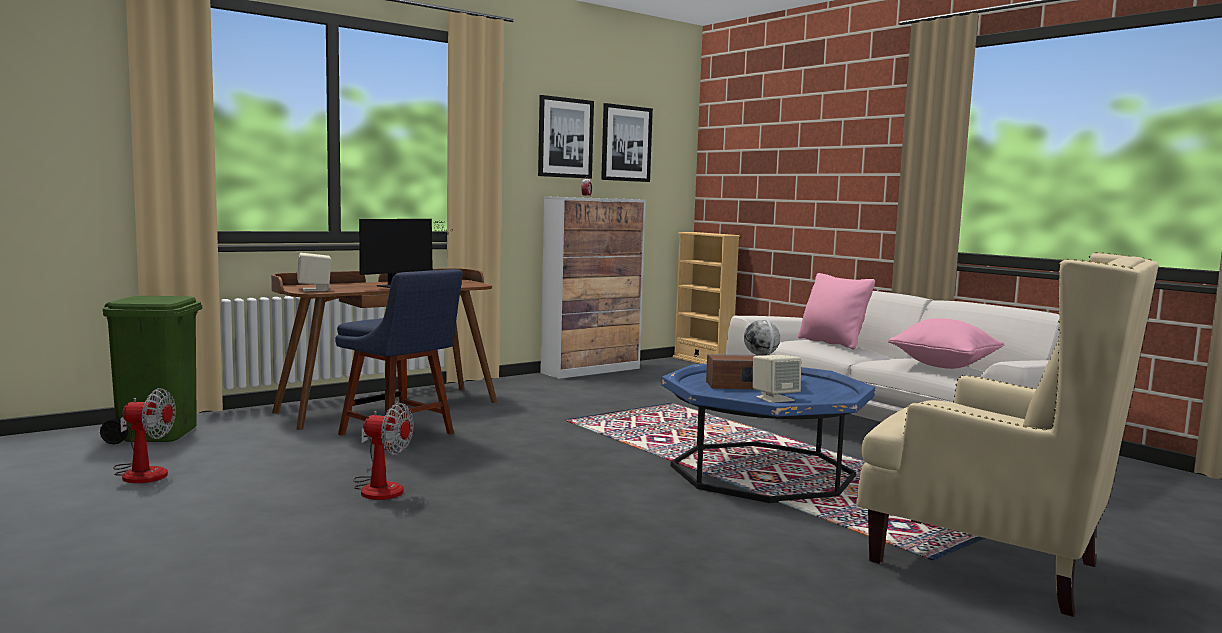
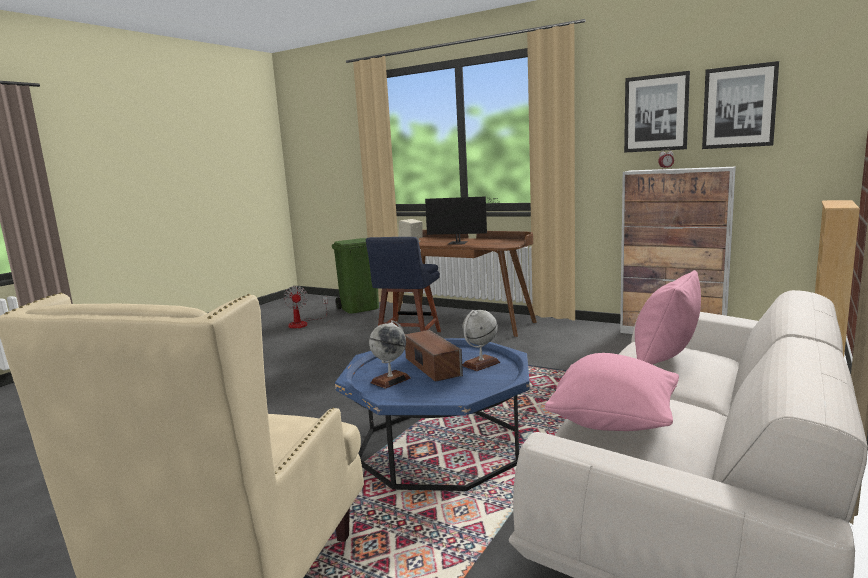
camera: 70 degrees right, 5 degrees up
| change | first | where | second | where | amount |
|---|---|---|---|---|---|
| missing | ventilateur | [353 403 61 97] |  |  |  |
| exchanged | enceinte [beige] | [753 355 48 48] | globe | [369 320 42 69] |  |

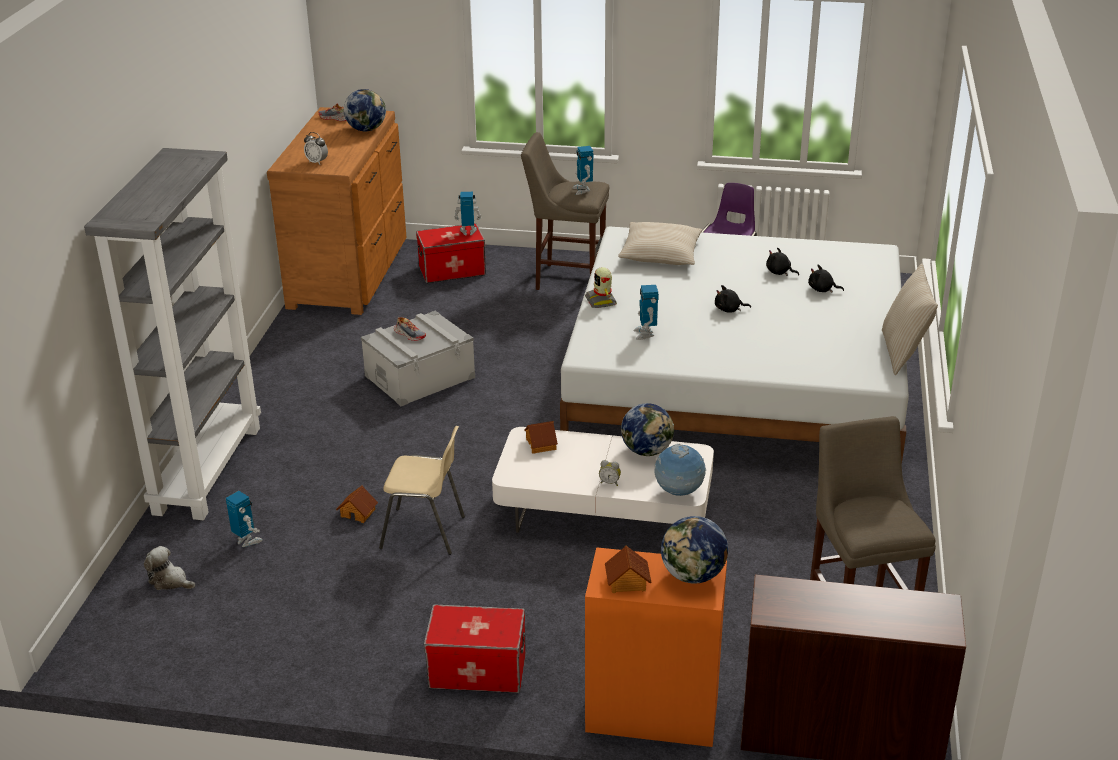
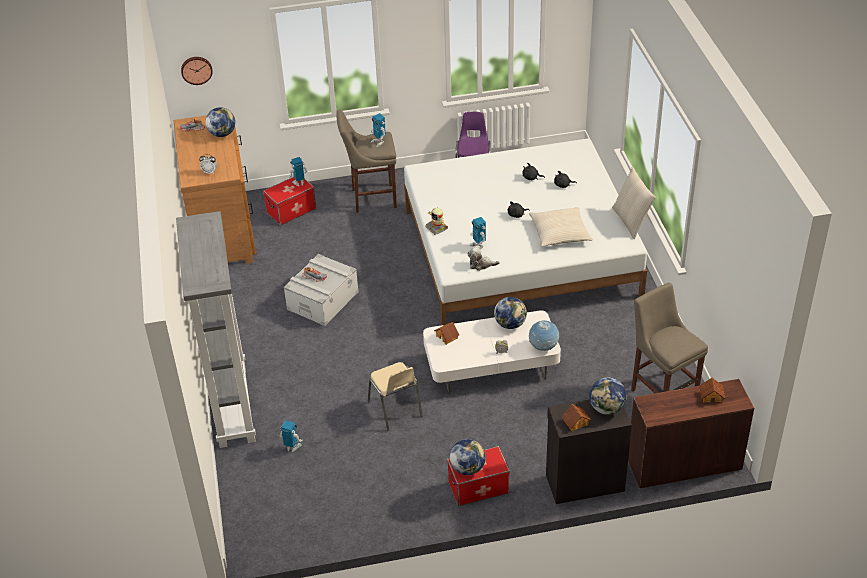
camera: 20 degrees left, 10 degrees up
| change | first | where | second | where | amount |
|---|---|---|---|---|---|
| relocated | peluche | [144 546 51 44] |  | [467 246 33 25] |  |
| relocated | maison miniature | [336 485 42 38] |  | [699 378 26 25] |  |
| spun | chaise [beige] | [379 426 86 129] |  | [368 362 55 68] | 75 degrees clockwise |
| colour | meuble de rangement [orange] | [585 547 142 200] | meuble de rangement [noir] | [546 399 86 105] |  |
| relocated | coussin [beige] | [618 222 84 43] |  | [529 207 64 40] |  |
| appeared |  |  | horloge murale | [181 57 32 28] |  |
| appeared |  |  | globe | [450 439 36 36] |  |

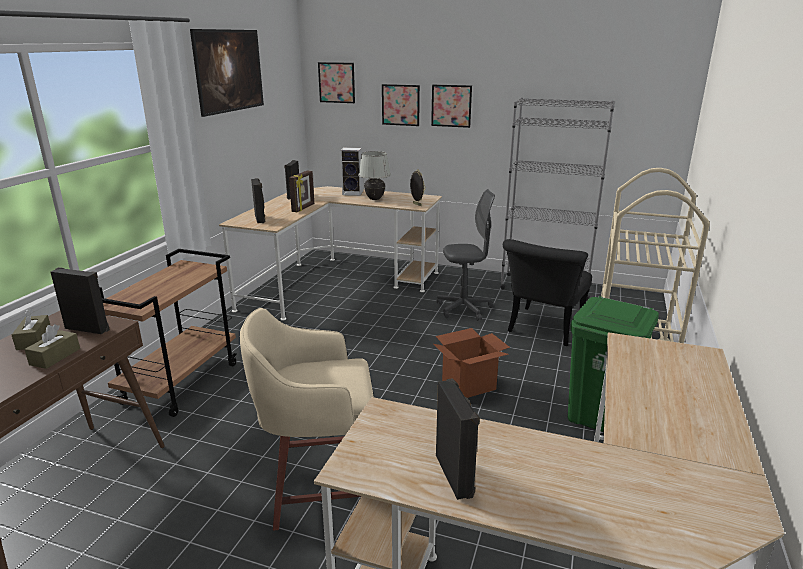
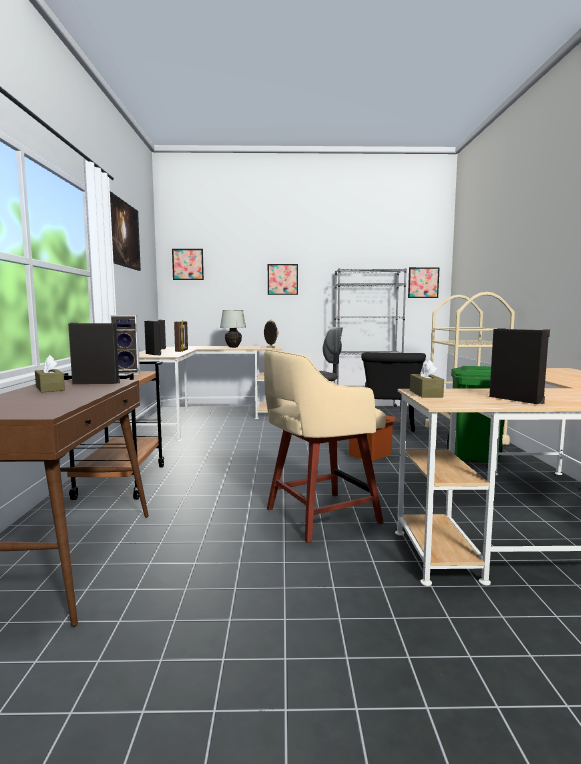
camera: 20 degrees left, 15 degrees down
| change | first | where | second | where | amount |
|---|---|---|---|---|---|
| relocated | boîte à mouchoirs [marron] | [24 324 56 45] |  | [410 360 34 38] |  |
| relocated | enceinte | [341 147 22 49] |  | [110 315 30 60] |  |
| relocated | tableau | [382 84 38 42] |  | [408 267 32 31] |  |

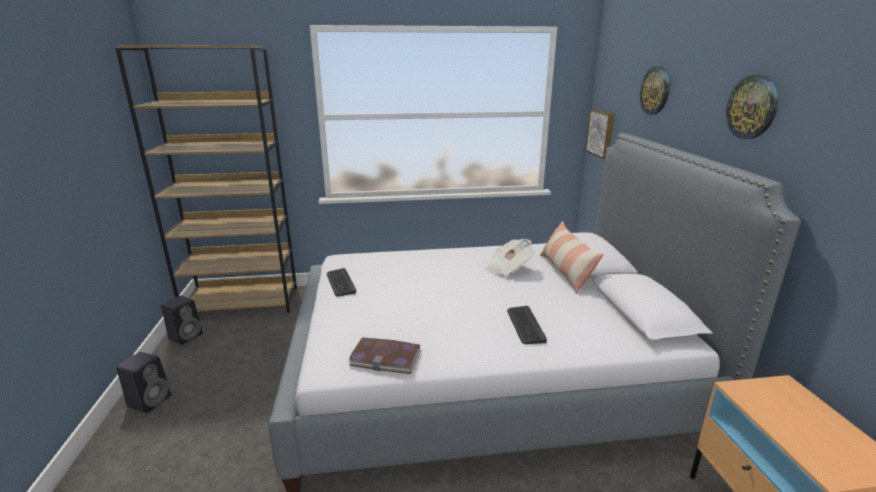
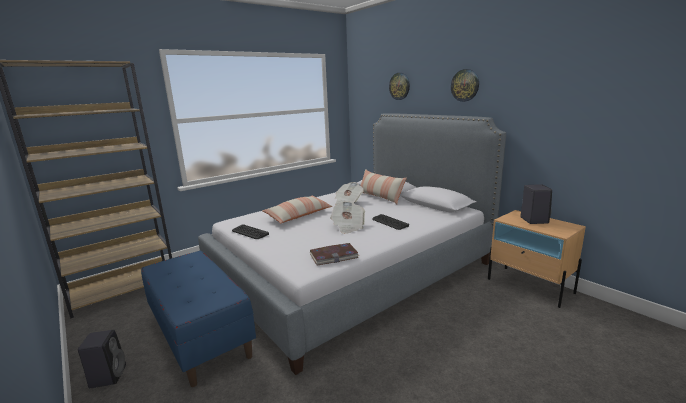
camera: 30 degrees left, 5 degrees down
| change | first | where | second | where | amount |
|---|---|---|---|---|---|
| relocated | enceinte [noir] | [161 295 42 50] |  | [520 184 32 40] |  |
| missing | tableau | [585 109 29 50] |  |  |  |
| appeared |  |  | banc [bleu] | [141 251 115 136] |  |
| appeared |  |  | coussin | [262 196 70 27] |  |
| appeared |  |  | journal | [330 201 35 33] |  |

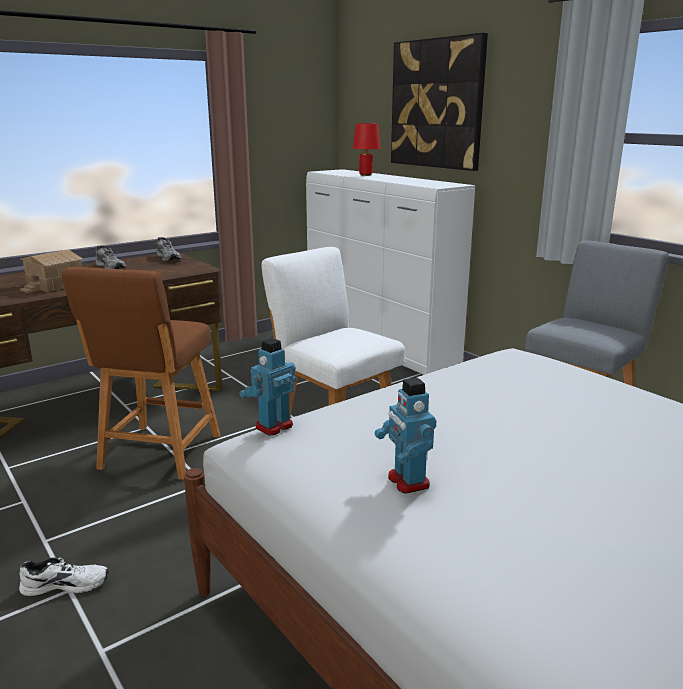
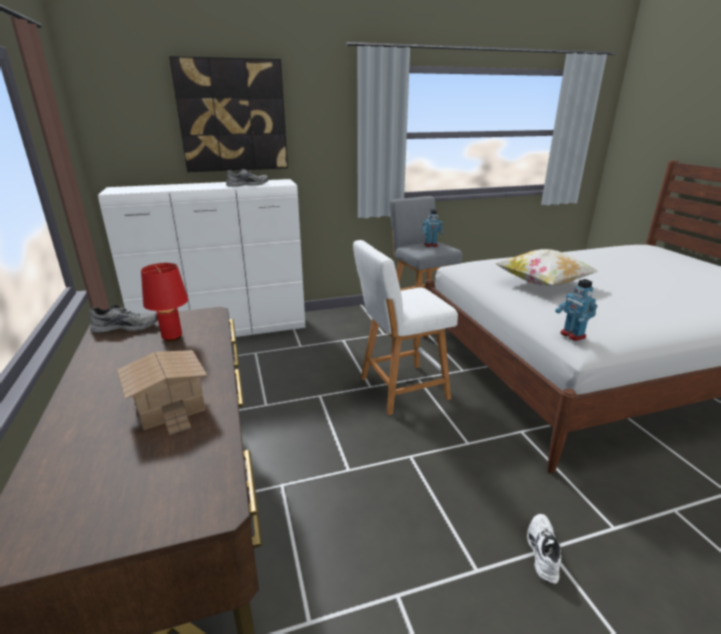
camera: 70 degrees left, 5 degrees up
| change | first | where | second | where | amount |
|---|---|---|---|---|---|
| missing | tabouret [marron] | [62 267 158 213] |  |  |  |
| relocated | chaussure [gris] | [95 245 31 24] |  | [226 169 43 18] |  |
| relocated | lampe de table [rouge] | [353 123 27 53] |  | [141 263 47 78] |  |
| relocated | robot jouet | [375 378 62 115] |  | [422 209 21 38] |  |
| appeared |  |  | coussin | [495 249 104 37] |  |

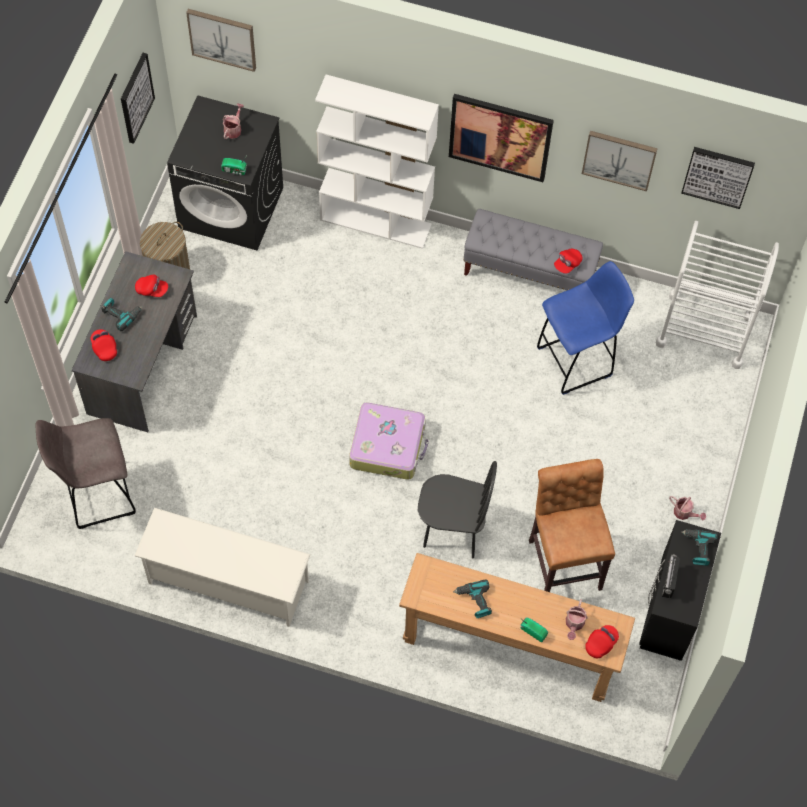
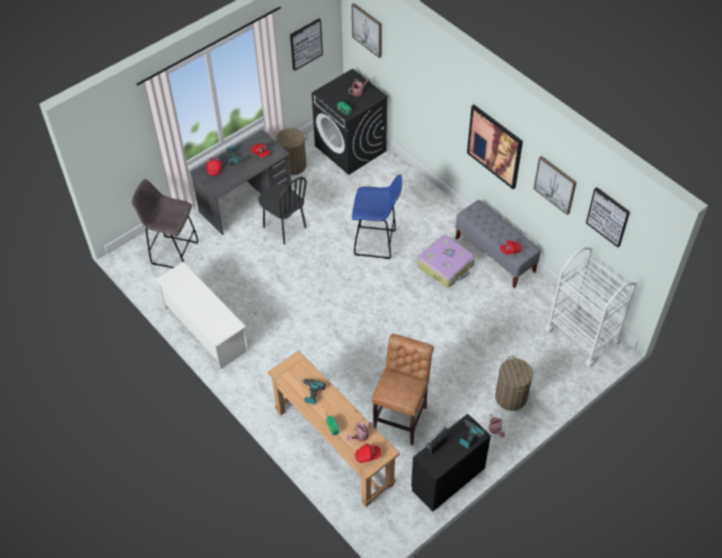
camera: 35 degrees right, 10 degrees down
| change | first | where | second | where | amount |
|---|---|---|---|---|---|
| missing | bibliothèque [blanc] | [315 75 124 174] |  |  |  |
| relocated | valise | [349 402 80 78] |  | [418 235 57 53] |  |
| relocated | chaise [noir] | [418 461 79 97] |  | [258 177 49 68] |  |
| relocated | tabouret [bleu] | [537 261 97 134] |  | [352 174 50 85] |  |
| appeared |  |  | panier à linge | [495 356 38 55] |  |

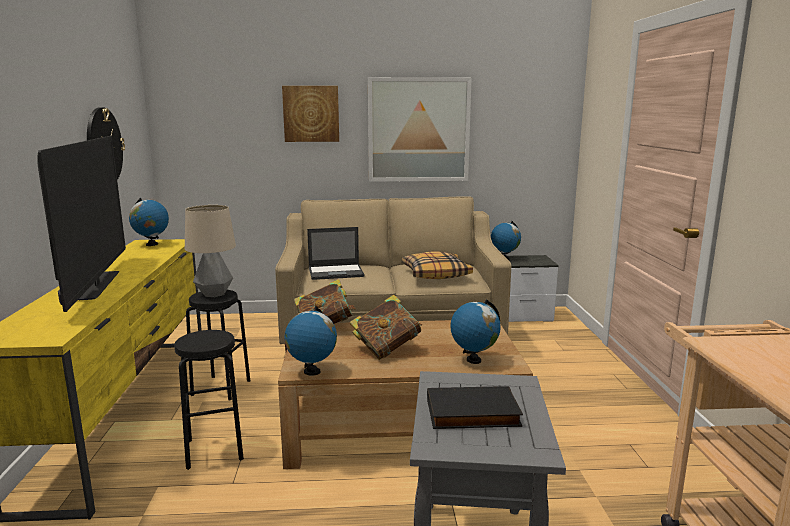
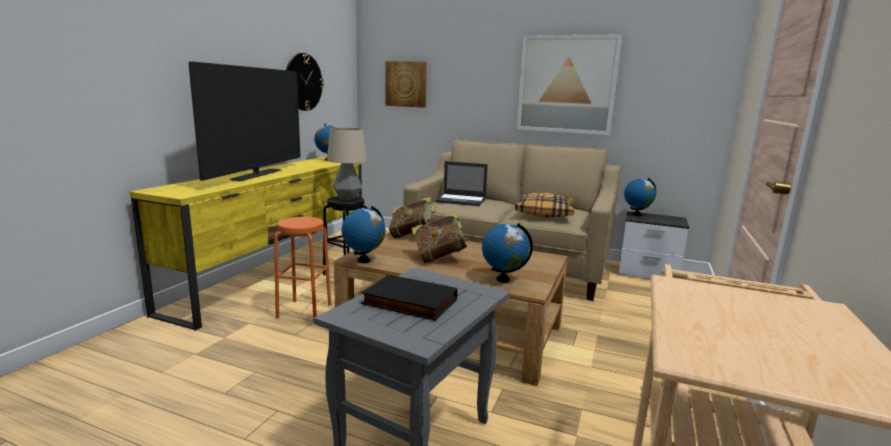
camera: 25 degrees right, 0 degrees up
| change | first | where | second | where | amount |
|---|---|---|---|---|---|
| colour | tabouret [noir] | [174 330 70 140] | tabouret [orange] | [274 217 57 105] |  |
| relocated | tableau | [282 86 57 56] |  | [386 61 41 47] |  |

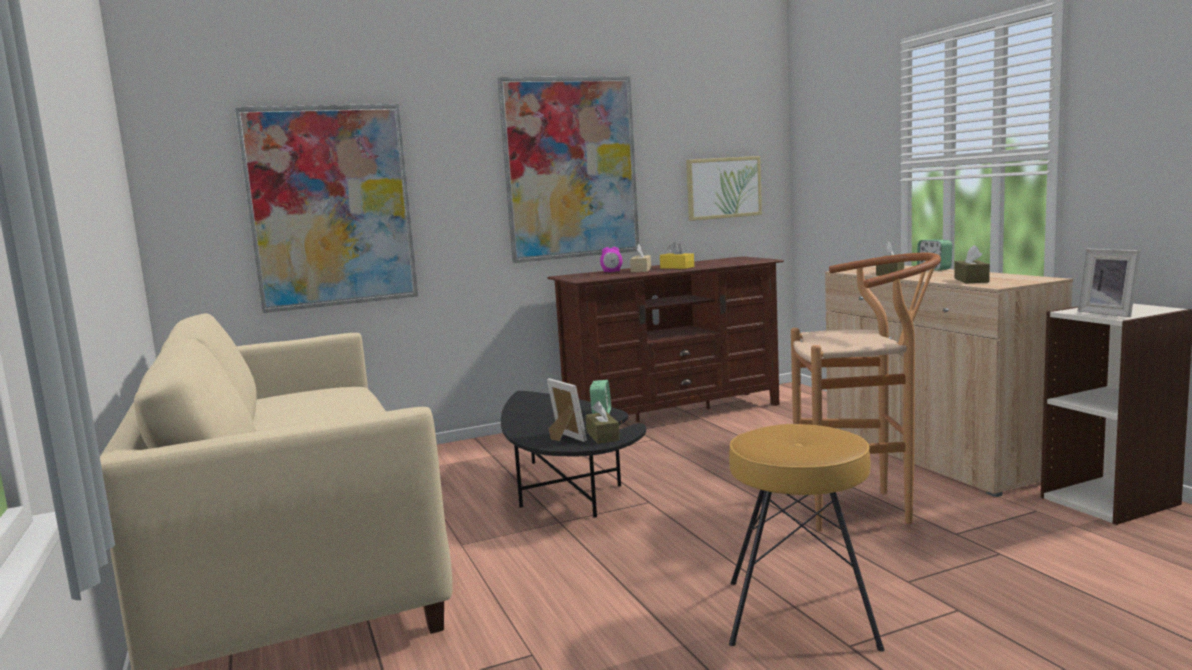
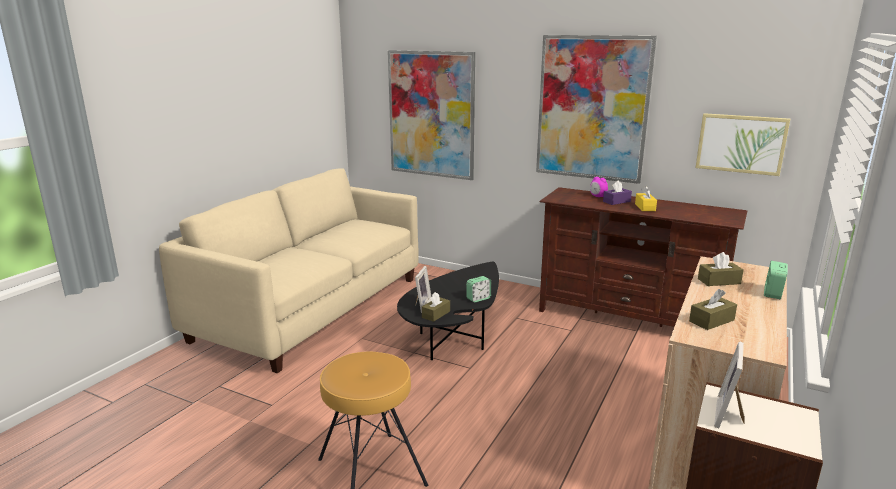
camera: 50 degrees right, 10 degrees up
| change | first | where | second | where | amount |
|---|---|---|---|---|---|
| colour | boîte à mouchoirs [beige] | [630 244 21 28] | boîte à mouchoirs [violet] | [603 181 29 24] |  |
| missing | tabouret [marron] | [791 253 150 279] |  |  |  |

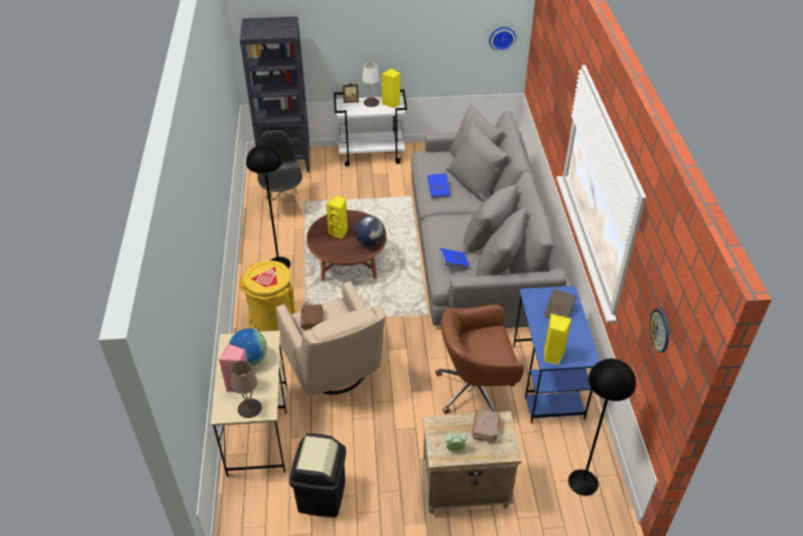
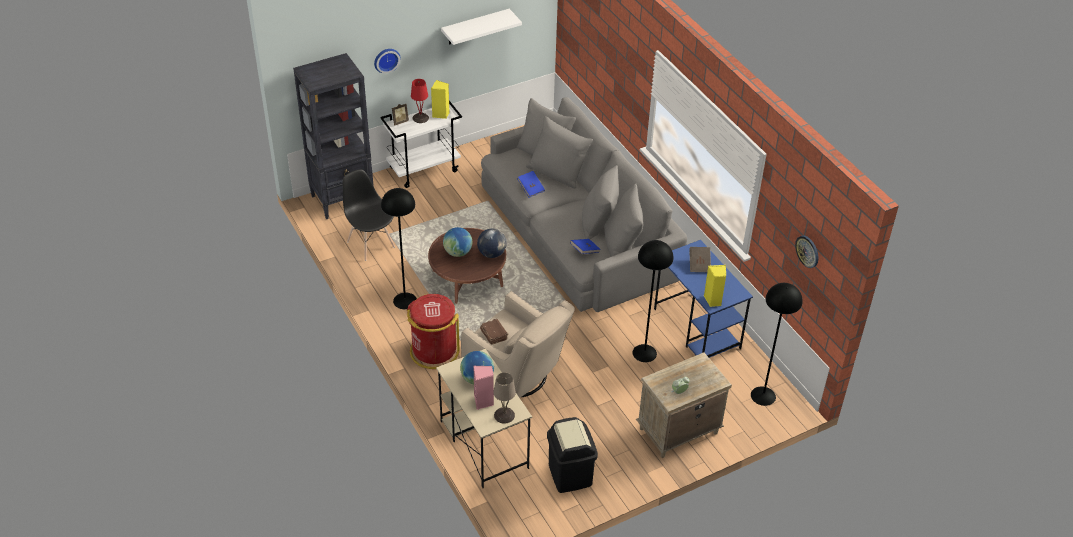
camera: 25 degrees left, 0 degrees up
| change | first | where | second | where | amount |
|---|---|---|---|---|---|
| colour | poubelle [jaune] | [239 261 57 71] | poubelle [rouge] | [407 294 53 75] |  |
| exchanged | enceinte [jaune] | [326 195 22 44] | globe | [443 227 29 30] |  |
| colour | lampe de table [blanc] | [362 62 17 45] | lampe de table [rouge] | [411 79 18 44] |  |
| exchanged | chaise de bureau [marron] | [435 304 89 110] | lampadaire [noir] | [632 240 42 122] |  |
| missing | livre [marron] | [472 409 28 33] |  |  |  |
| relocated | horloge murale | [489 27 27 25] |  | [374 49 26 24] |  |
| appeared |  |  | étagère [blanc] | [441 9 81 36] |  |

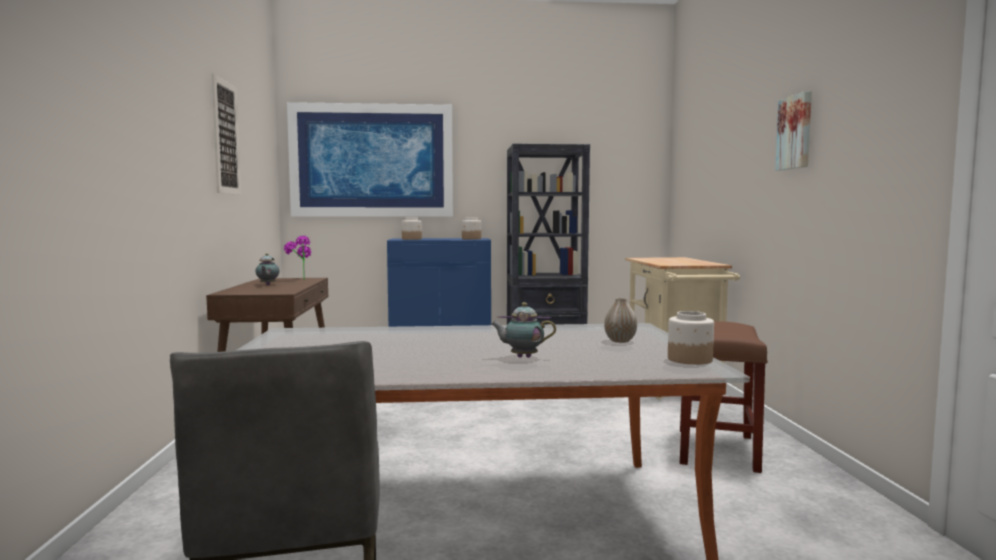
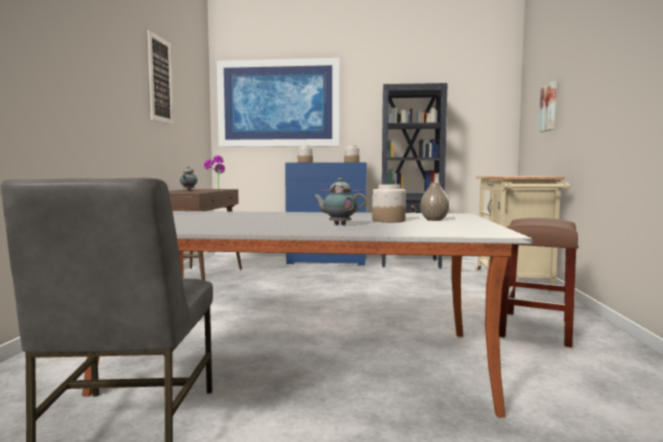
camera: 10 degrees right, 0 degrees up
| change | first | where | second | where | amount |
|---|---|---|---|---|---|
| relocated | bocal | [668 311 46 54] |  | [372 184 34 38] |  |
| relocated | tableau | [775 91 37 80] |  | [539 81 18 51] |  |

